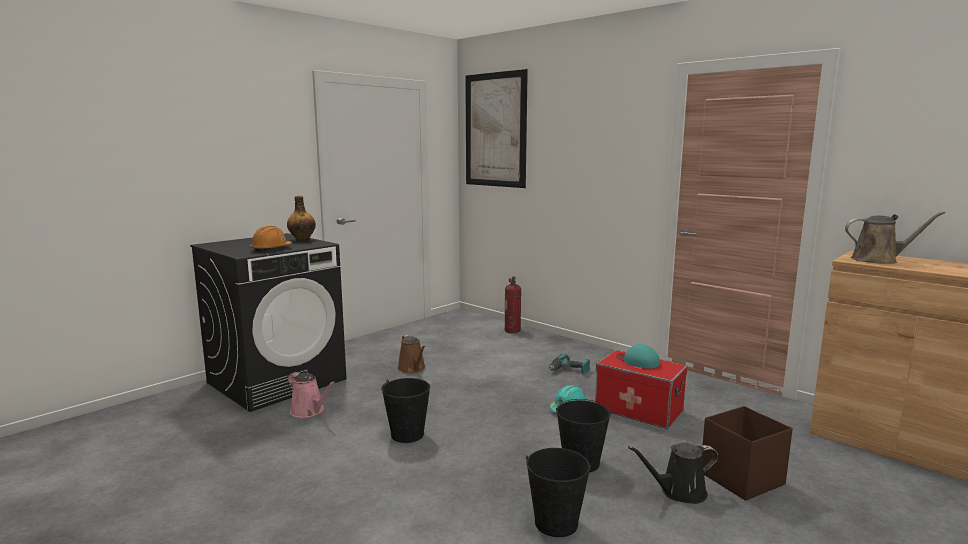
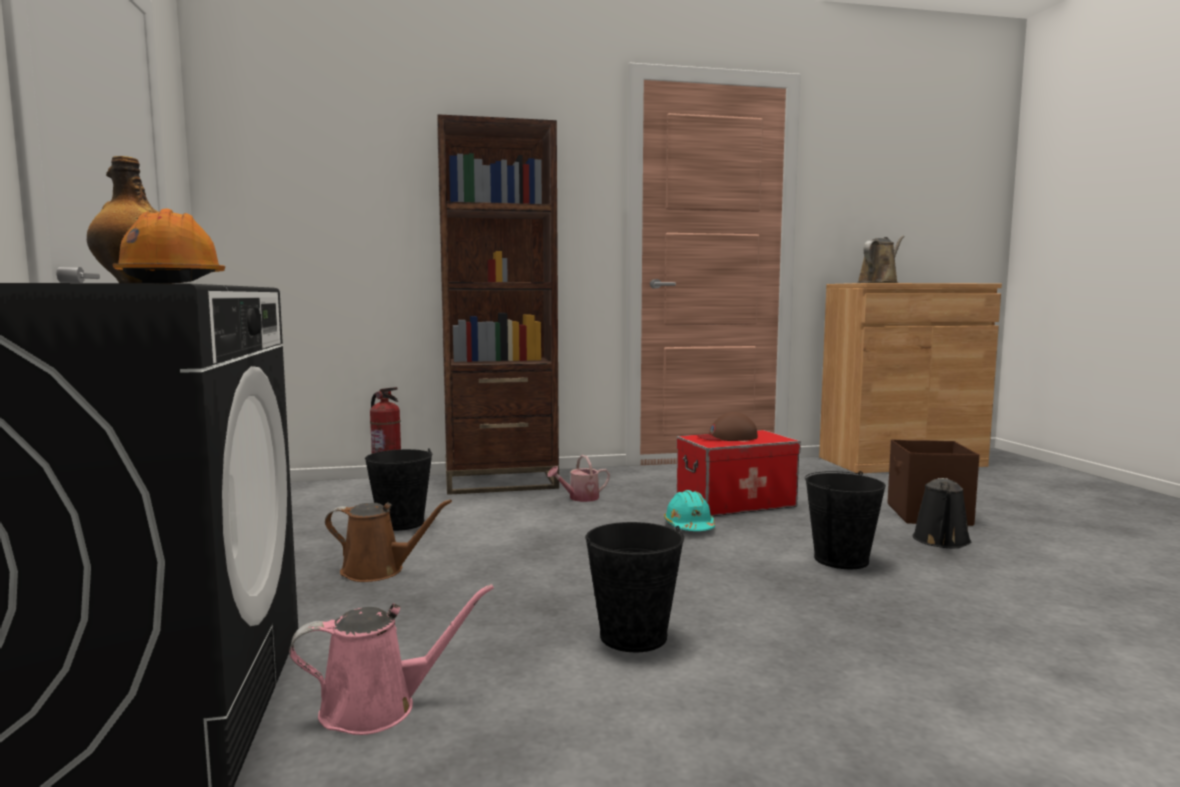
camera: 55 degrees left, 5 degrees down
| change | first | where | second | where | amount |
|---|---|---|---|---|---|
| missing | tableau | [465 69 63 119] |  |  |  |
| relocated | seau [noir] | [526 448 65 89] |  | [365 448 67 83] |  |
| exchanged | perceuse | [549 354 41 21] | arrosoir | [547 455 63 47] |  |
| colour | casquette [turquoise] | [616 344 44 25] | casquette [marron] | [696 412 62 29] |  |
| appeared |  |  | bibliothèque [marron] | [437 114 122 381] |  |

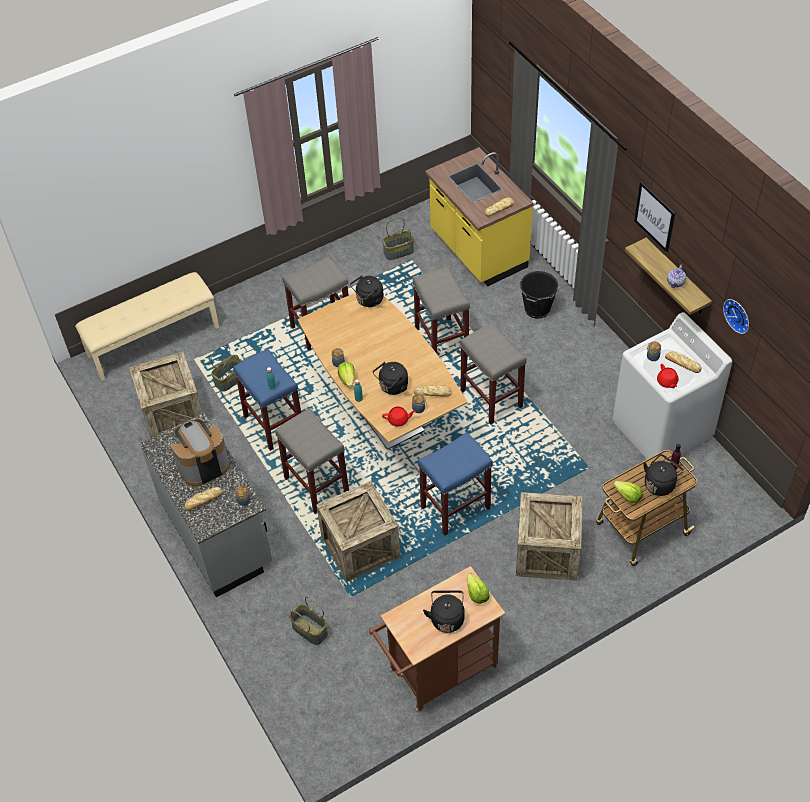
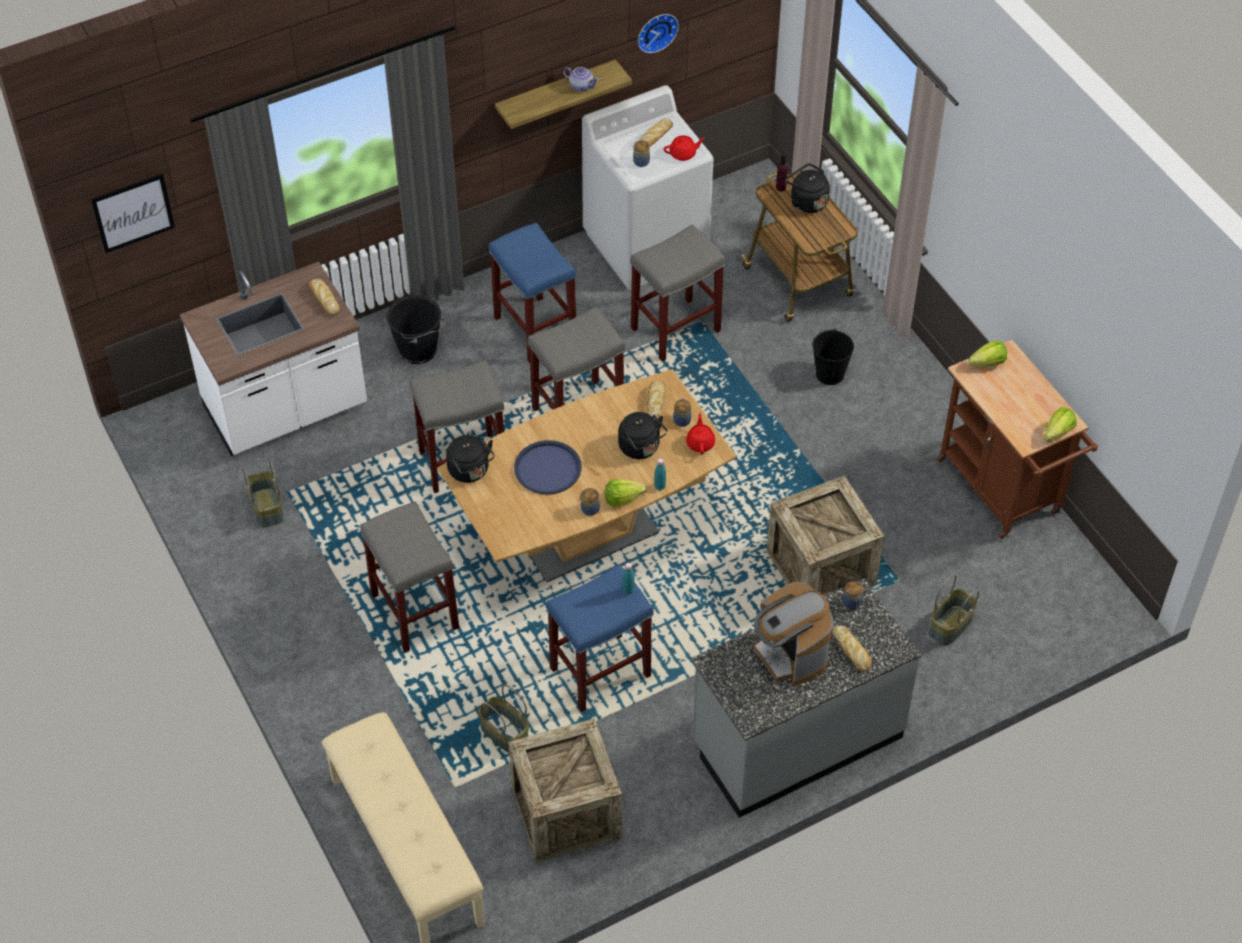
camera: 90 degrees left, 0 degrees up
| change | first | where | second | where | amount |
|---|---|---|---|---|---|
| relocated | tabouret [gris] | [275 409 74 104] |  | [630 224 95 137] |  |
| relocated | tabouret [bleu] | [418 432 75 104] |  | [489 222 87 141] |  |
| missing | bouilloire [noir] | [423 591 42 42] |  |  |  |
| colour | comptoir de cuisine [jaune] | [425 147 109 139] | comptoir de cuisine [blanc] | [180 262 187 194] |  |
| exchanged | caisse | [516 492 66 89] | seau [noir] | [812 329 42 56] |  |
| relocated | laitue | [613 481 30 22] |  | [1044 407 33 34] |  |
| relocated | tableau | [634 182 41 70] |  | [91 174 84 79] |  |
| appeared |  |  | plateau [bleu] | [514 440 68 55] |  |

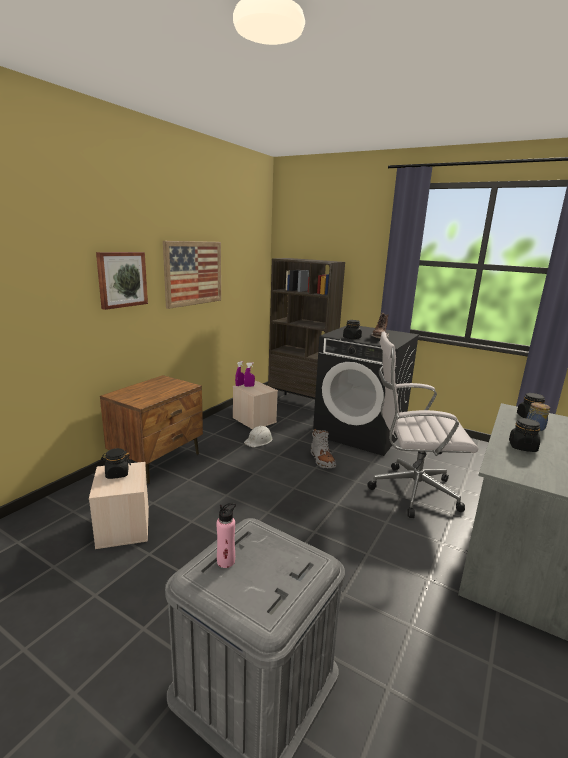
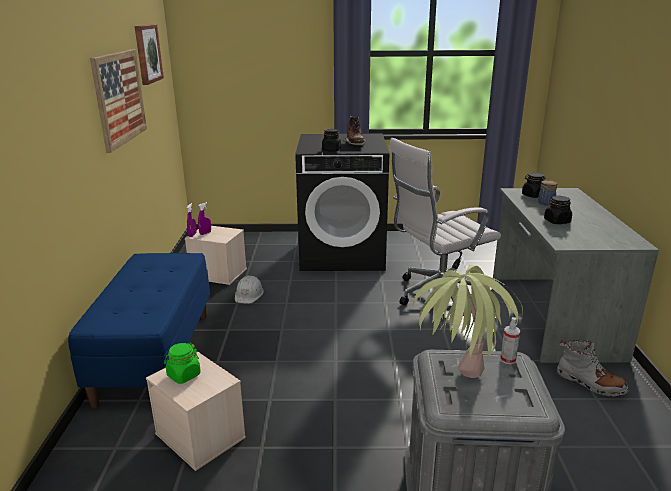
camera: 30 degrees left, 5 degrees up
| change | first | where | second | where | amount |
|---|---|---|---|---|---|
| relocated | tableau | [96 252 52 58] |  | [135 24 29 61] |  |
| exchanged | table de chevet [marron] | [100 375 103 109] | banc [bleu] | [68 253 142 155] |  |
| colour | bocal [noir] | [101 448 30 31] | bocal [vert] | [164 343 37 41] |  |
| exchanged | bouteille [rose] | [216 503 20 65] | plante en pot | [413 264 110 114] |  |
| missing | bibliothèque [marron] | [268 258 77 141] |  |  |  |
| relocated | botte [gris] | [311 429 25 39] |  | [557 340 72 57] |  |
| appeared |  |  | vaporisateur | [500 317 20 47] |  |

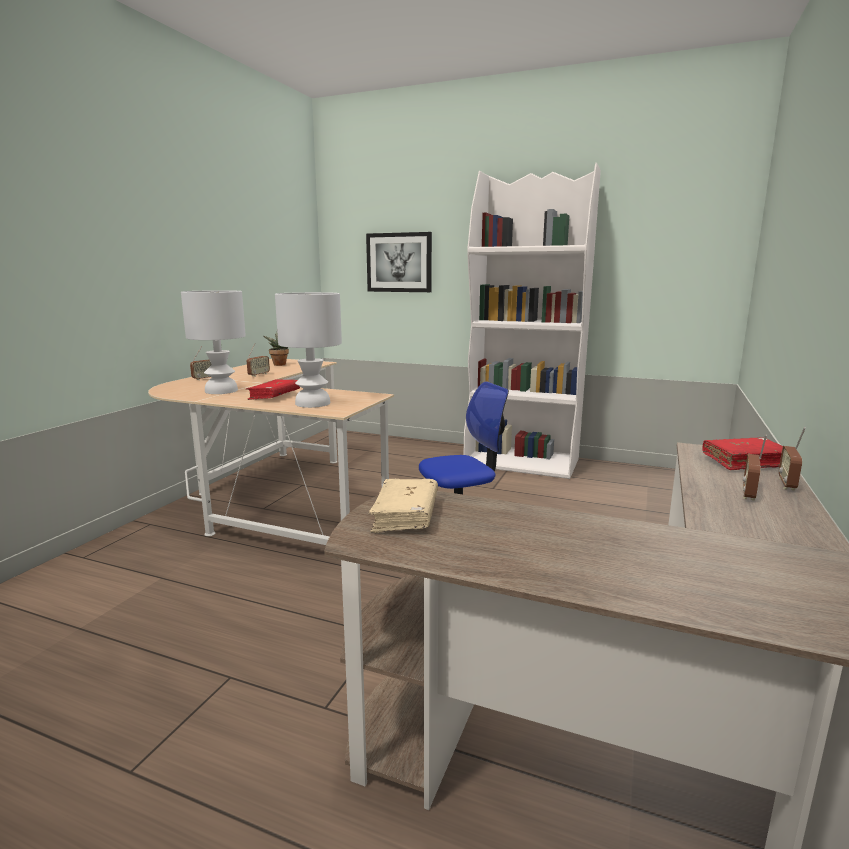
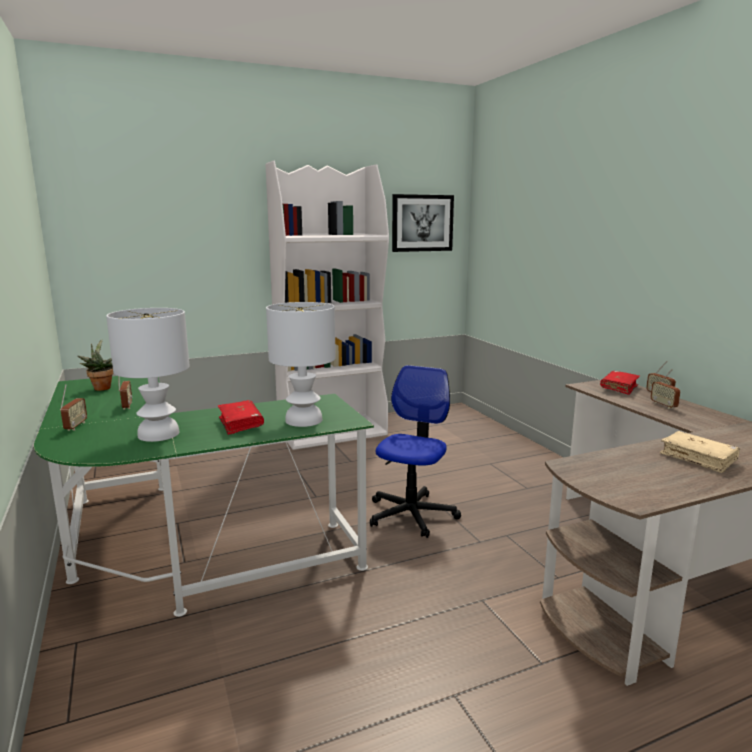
camera: 45 degrees left, 0 degrees up
| change | first | where | second | where | amount |
|---|---|---|---|---|---|
| colour | bureau [beige] | [148 359 246 186] | bureau [vert] | [34 376 340 241] |  |
| relocated | tableau | [366 232 66 60] |  | [392 194 62 58] |  |
| relocated | livre [beige] | [369 479 69 54] |  | [660 431 80 42] |  |

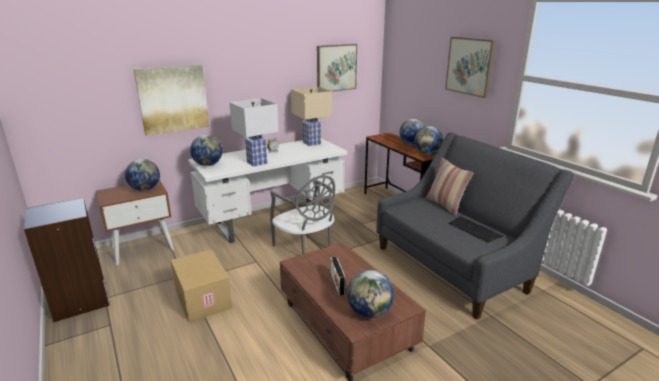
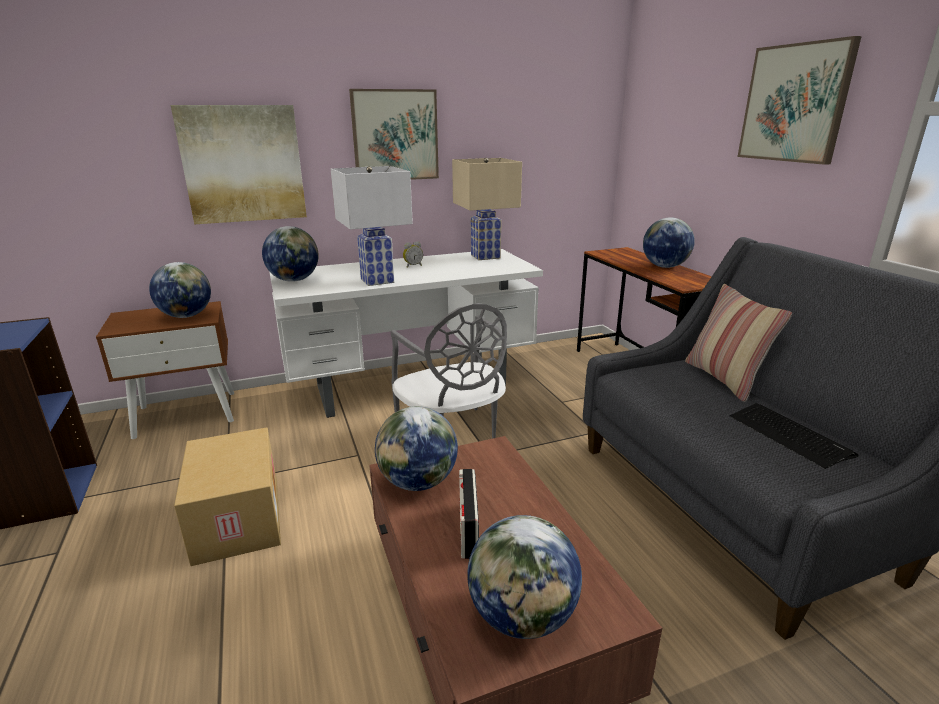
camera: 10 degrees right, 0 degrees up
| change | first | where | second | where | amount |
|---|---|---|---|---|---|
| relocated | tableau | [317 44 40 48] |  | [349 89 90 91] |  |
| relocated | globe | [414 126 30 29] |  | [375 406 83 85] |  |

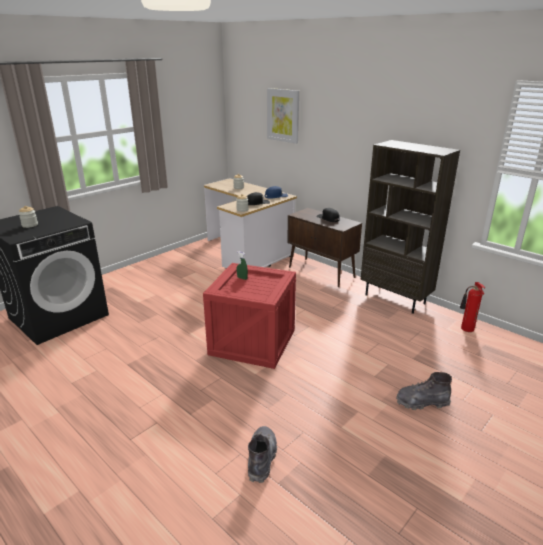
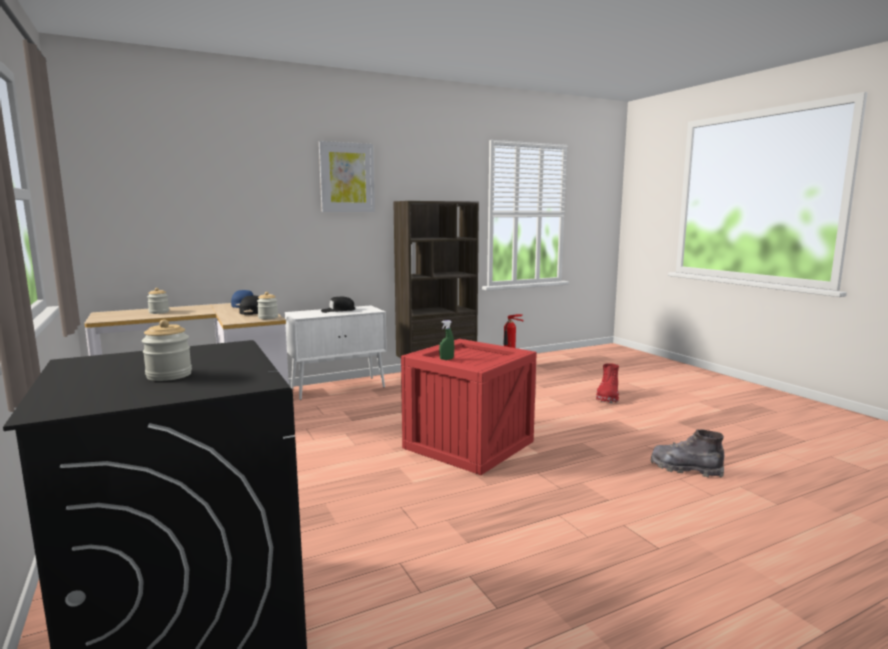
camera: 70 degrees left, 15 degrees down
| change | first | where | second | where | amount |
|---|---|---|---|---|---|
| relocated | tableau | [267 88 32 56] |  | [319 141 56 71] |  |
| colour | meuble de rangement [marron] | [287 208 75 79] | meuble de rangement [blanc] | [285 305 102 95] |  |
| colour | botte [gris] | [396 372 56 38] | botte [rouge] | [596 363 23 40] |  |

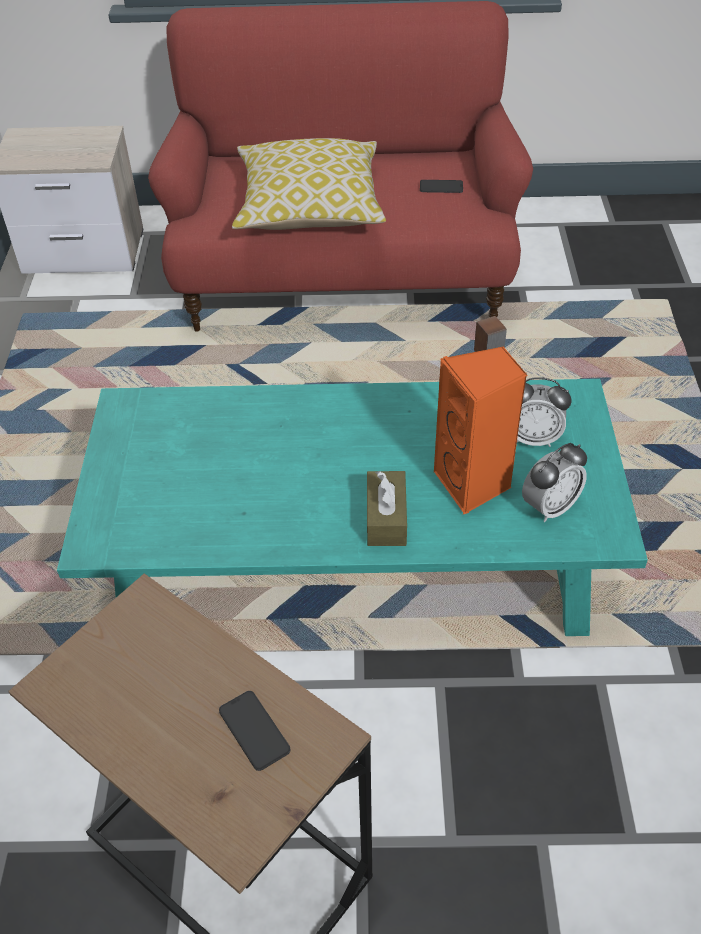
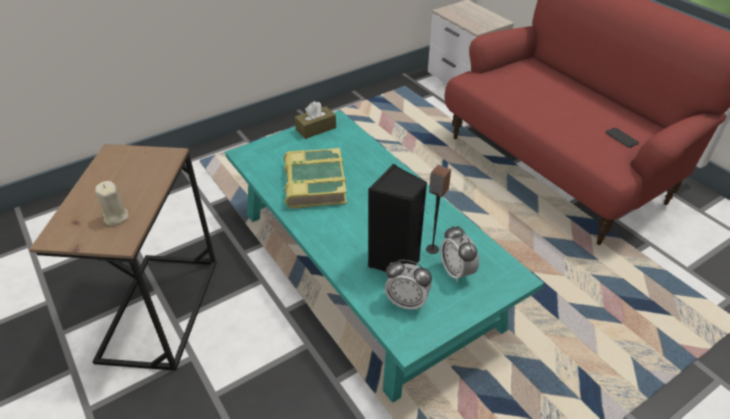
camera: 55 degrees right, 5 degrees down
| change | first | where | second | where | amount |
|---|---|---|---|---|---|
| exchanged | téléphone | [219 691 71 80] | bougie [beige] | [95 181 33 45] |  |
| missing | coussin | [232 138 154 92] |  |  |  |
| relocated | boîte à mouchoirs [marron] | [367 471 40 75] |  | [295 101 41 38] |  |
| colour | enceinte [orange] | [434 346 93 168] | enceinte [noir] | [368 164 59 108] |  |
| appeared |  |  | livre | [283 148 64 61] |  |

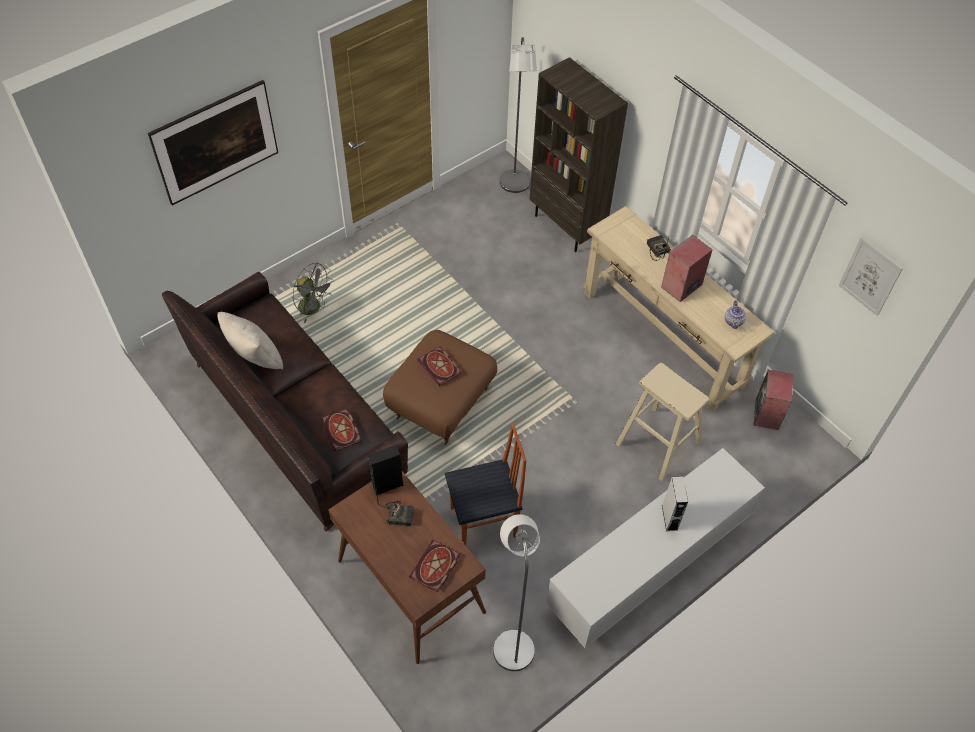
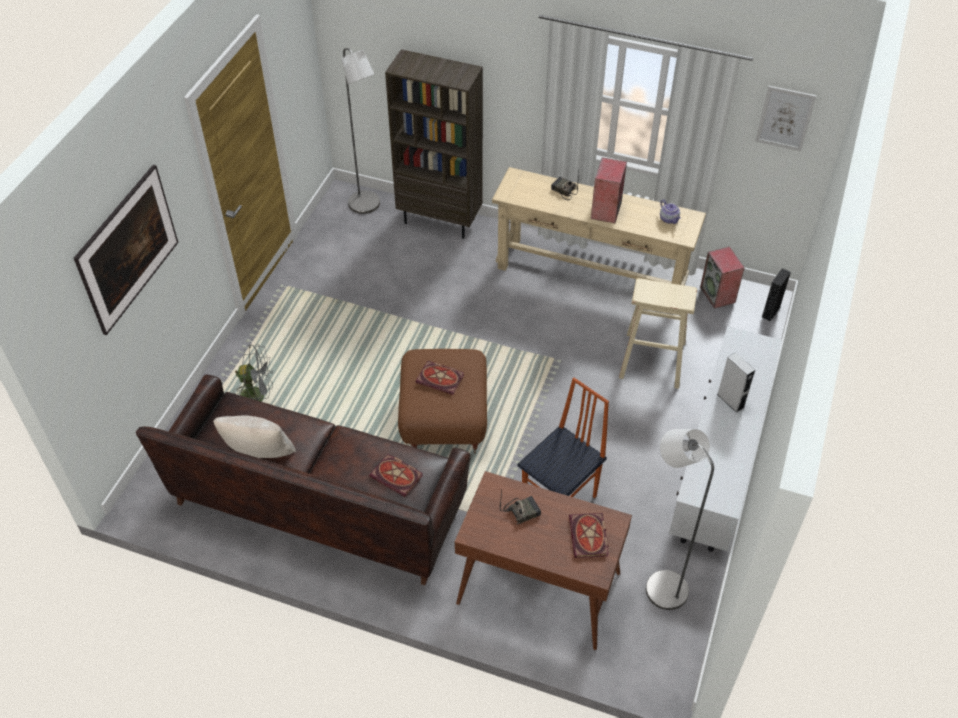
camera: 30 degrees left, 5 degrees down
| change | first | where | second | where | amount |
|---|---|---|---|---|---|
| relocated | enceinte [noir] | [368 445 36 51] |  | [761 268 30 53] |  |

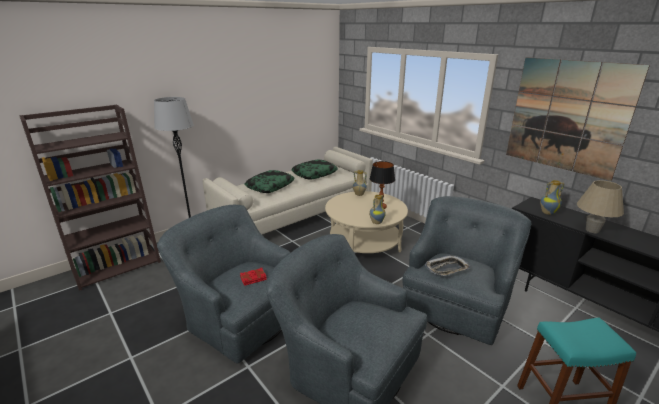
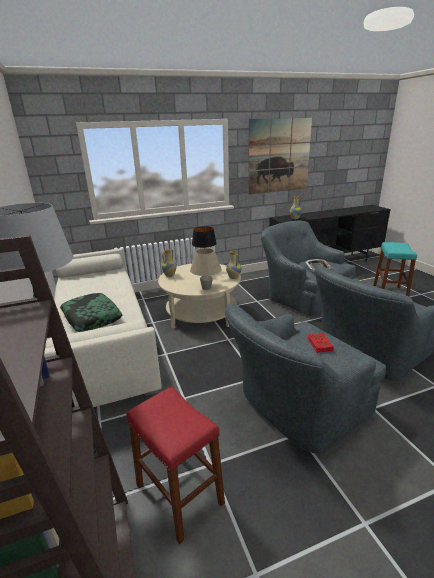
camera: 70 degrees left, 0 degrees up
| change | first | where | second | where | amount |
|---|---|---|---|---|---|
| missing | coussin | [291 160 47 20] |  |  |  |
| relocated | lampe de table [beige] | [577 180 47 53] |  | [190 248 31 42] |  |
| appeared |  |  | tabouret [rouge] | [126 387 99 157] |  |

